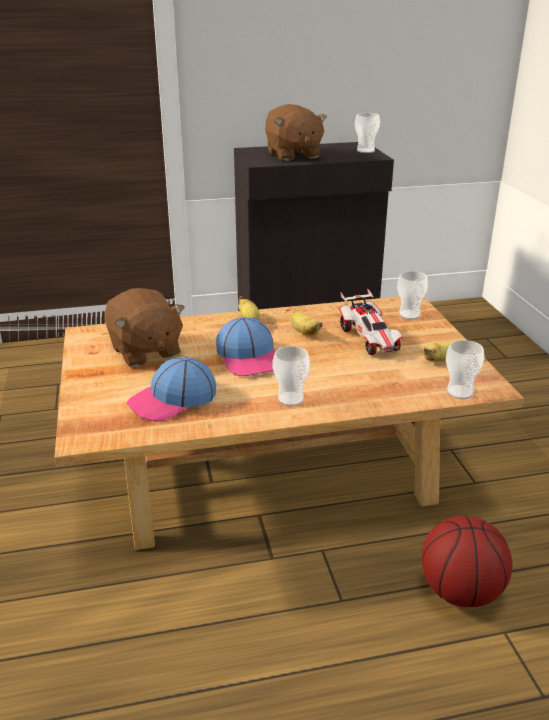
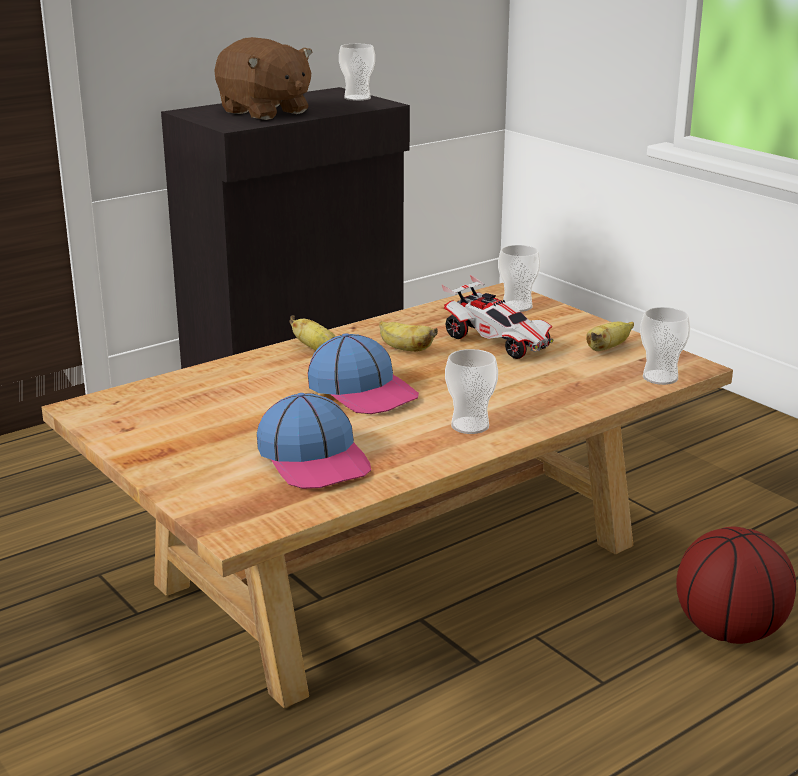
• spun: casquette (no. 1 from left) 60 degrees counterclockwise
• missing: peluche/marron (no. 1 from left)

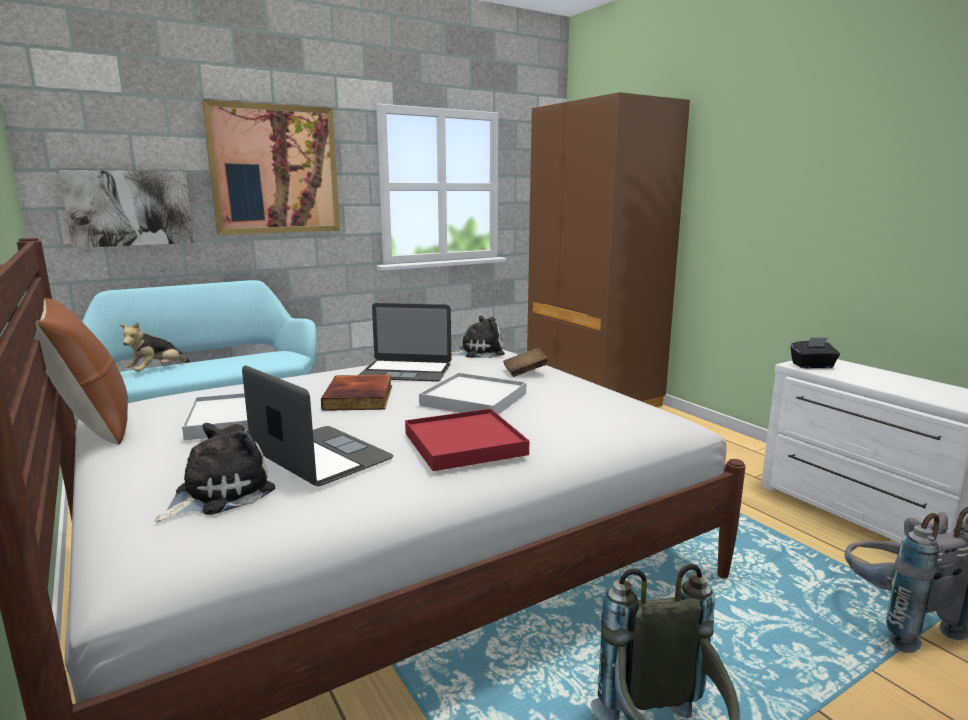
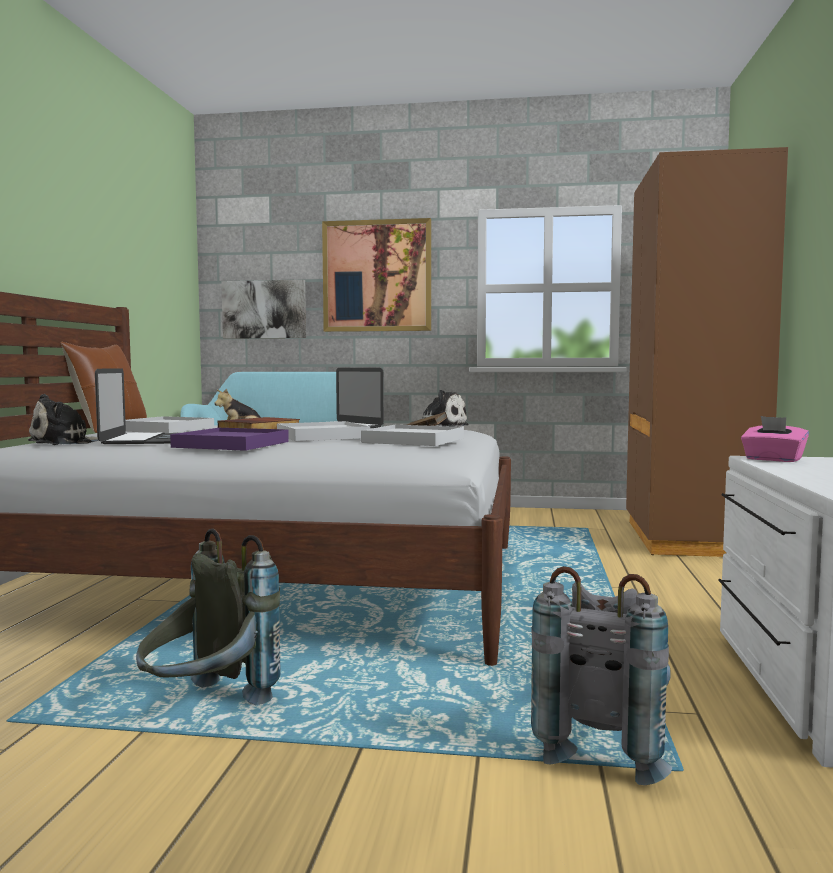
• spun: peluche (no. 2 from left in the first image) 150 degrees clockwise
• colour: plateau/rouge to plateau/violet
• appeared: plateau/blanc (no. 3 from left)
• colour: boîte à mouchoirs/noir to boîte à mouchoirs/rose

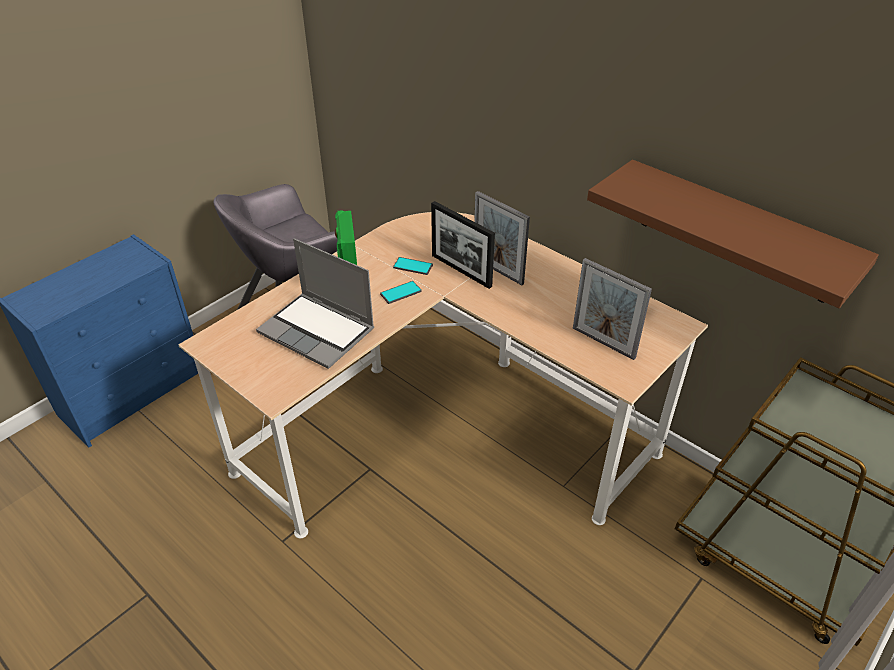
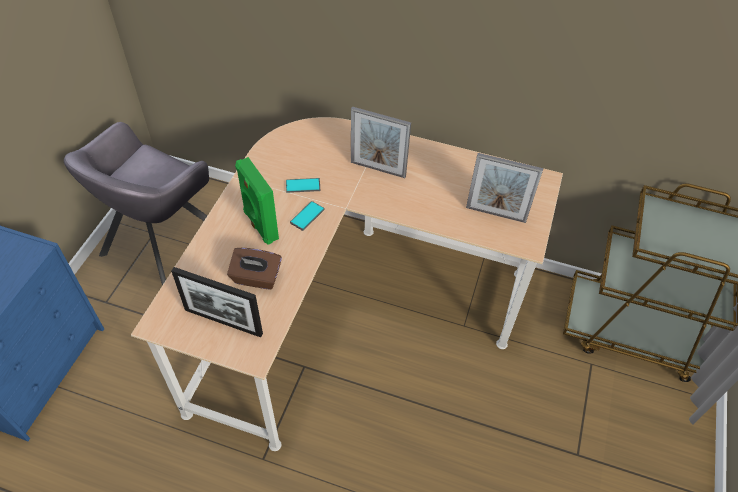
• relocated: cadre photo (no. 1 from left)
• exchanged: ordinateur portable to boîte à mouchoirs/marron
• missing: étagère/marron

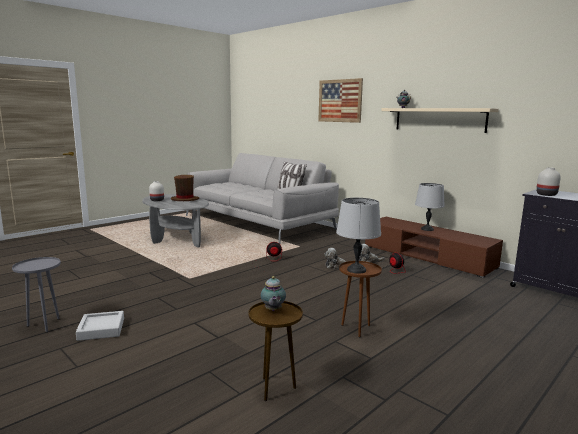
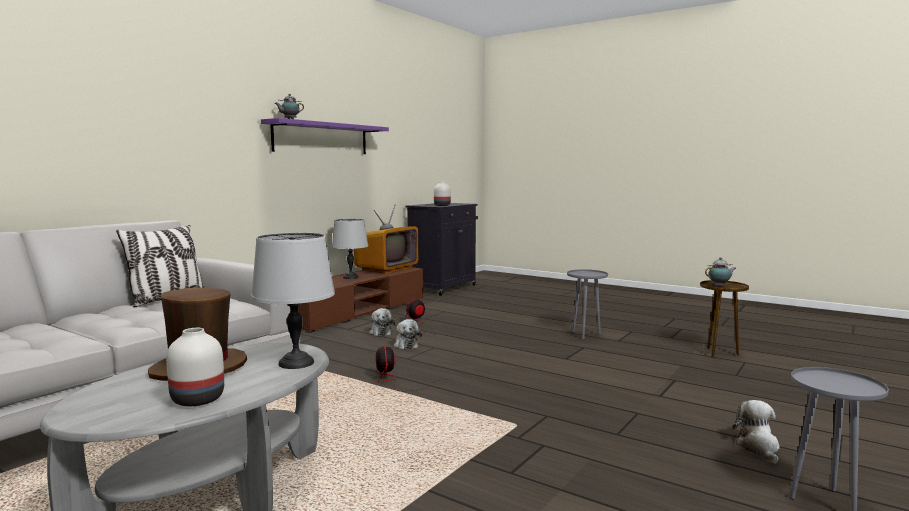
• relocated: lampe de table/gris (no. 1 from left)
• colour: étagère/beige to étagère/violet
• appeared: téléviseur
• colour: table d'appoint/marron (no. 2 from left) to table d'appoint/gris (no. 1 from left)
• exchanged: plateau/gris to peluche (no. 3 from left)
• missing: tableau

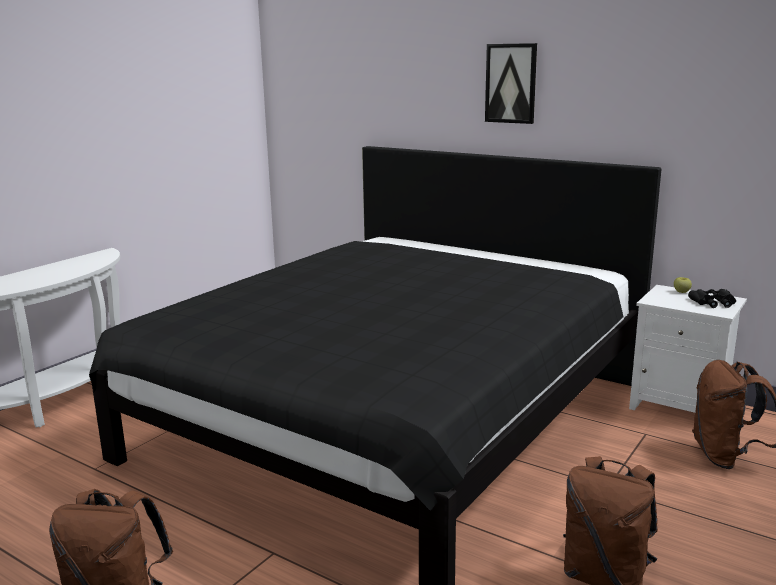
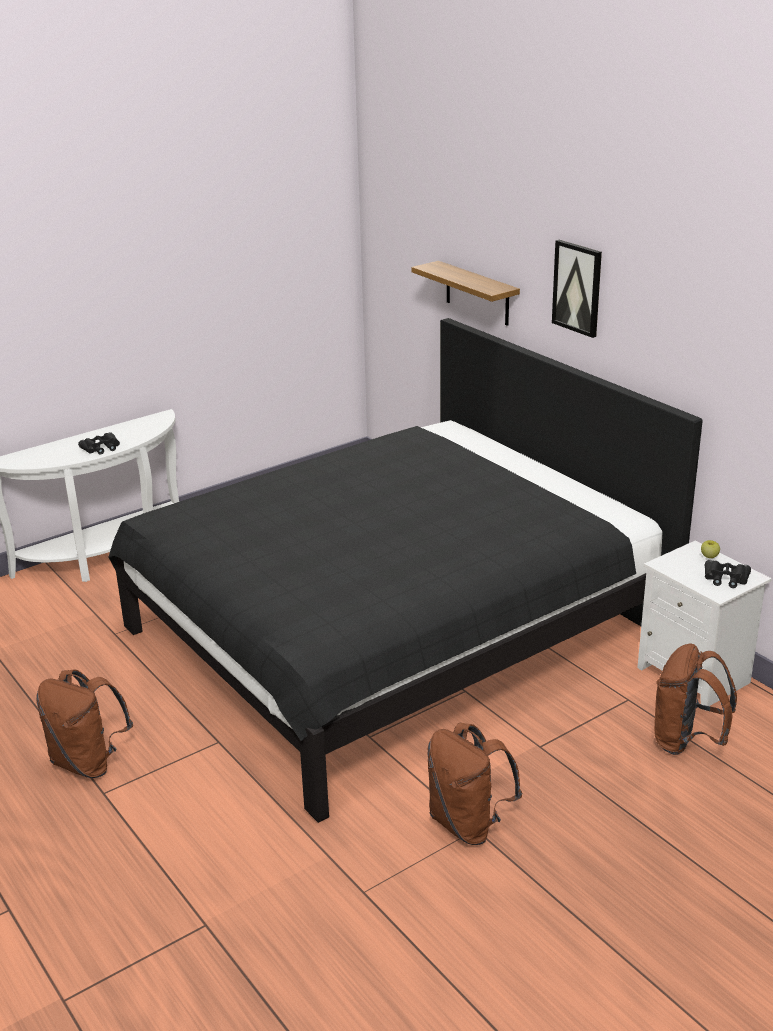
• appeared: jumelles/noir (no. 1 from left)
• appeared: étagère

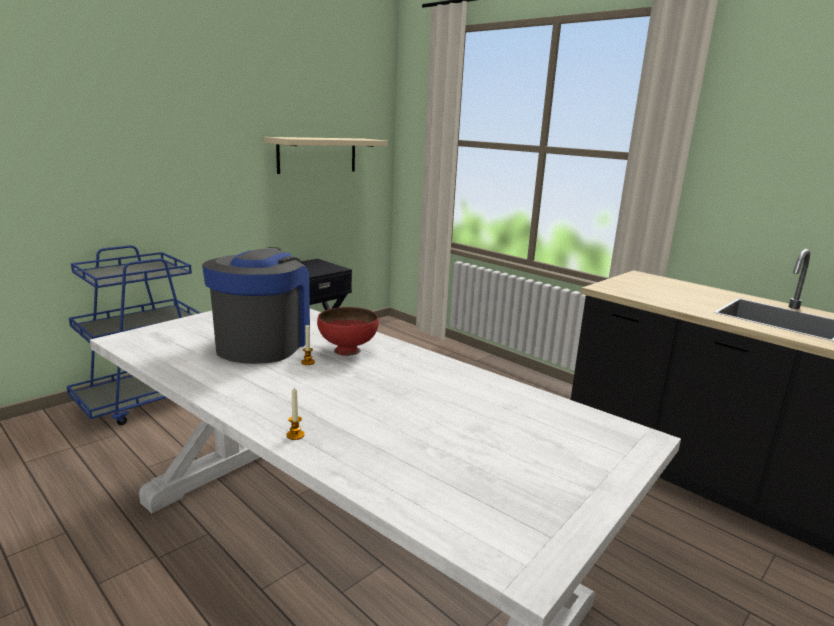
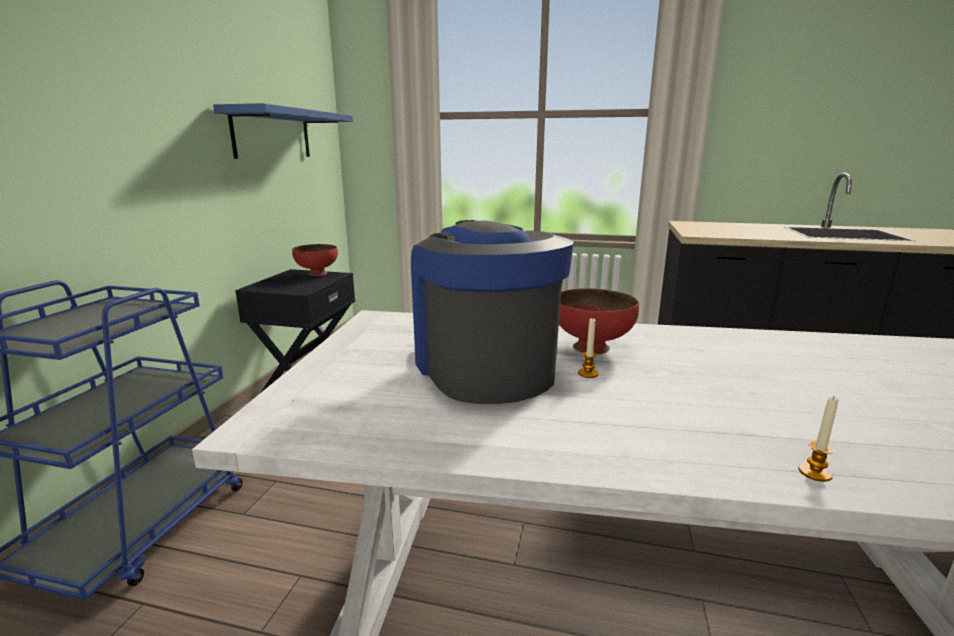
• colour: étagère/beige to étagère/bleu
• appeared: bol/rouge (no. 1 from left)

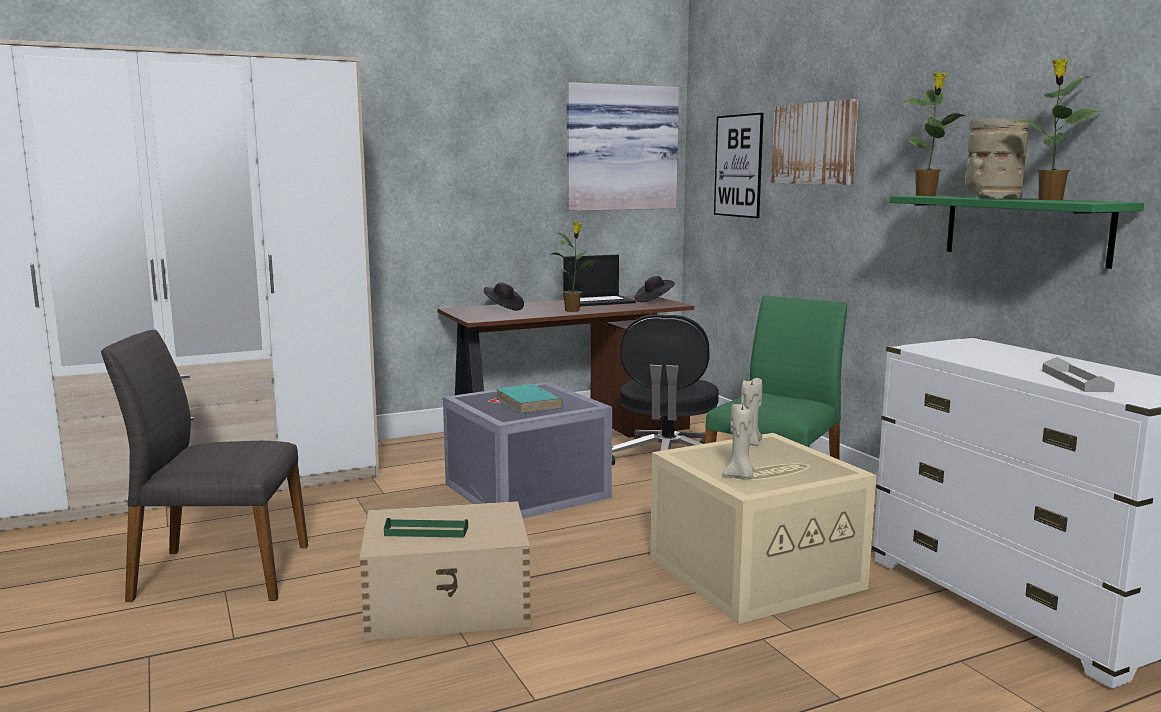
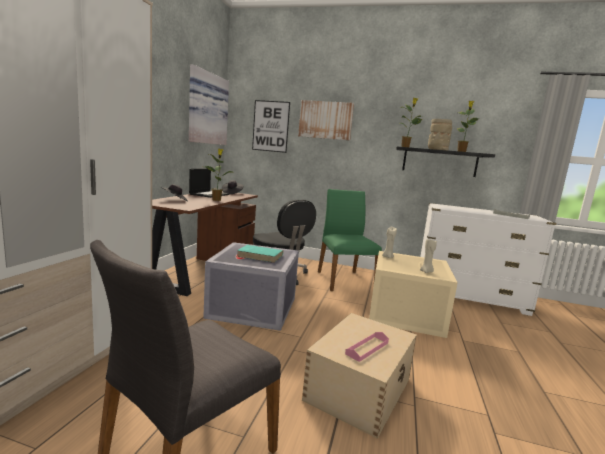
• colour: plateau/vert to plateau/rose
• colour: étagère/vert to étagère/noir

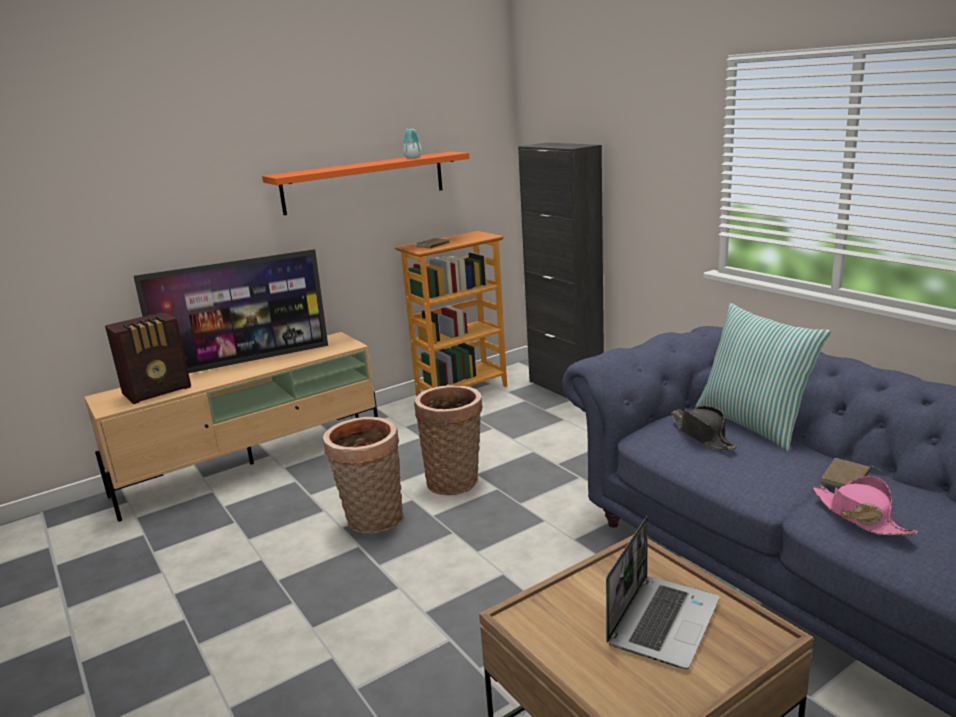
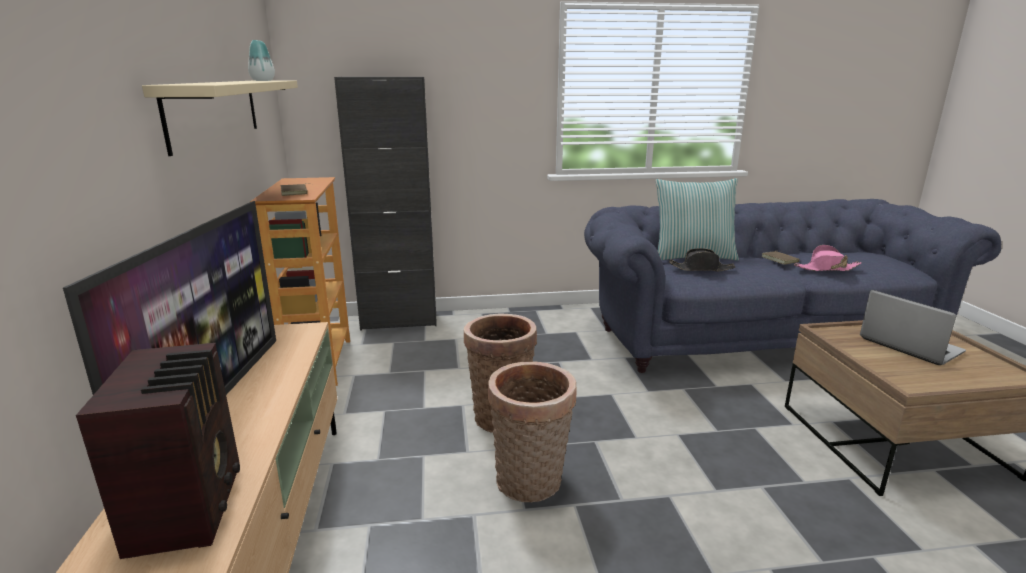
• colour: étagère/orange to étagère/beige

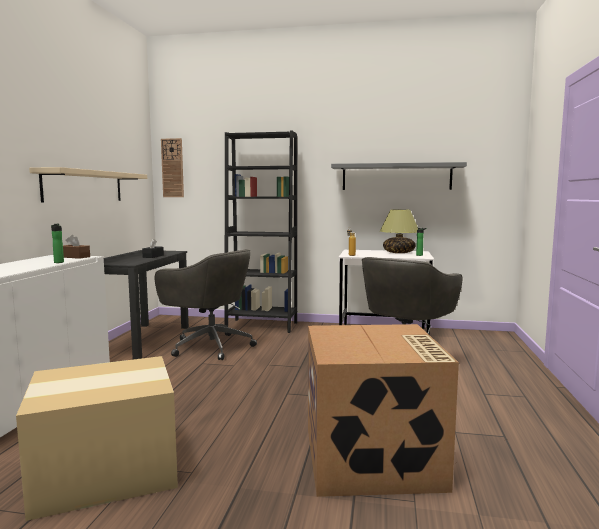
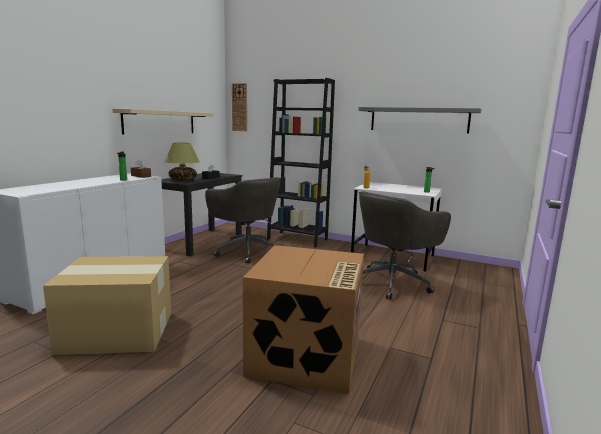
• relocated: lampe de table

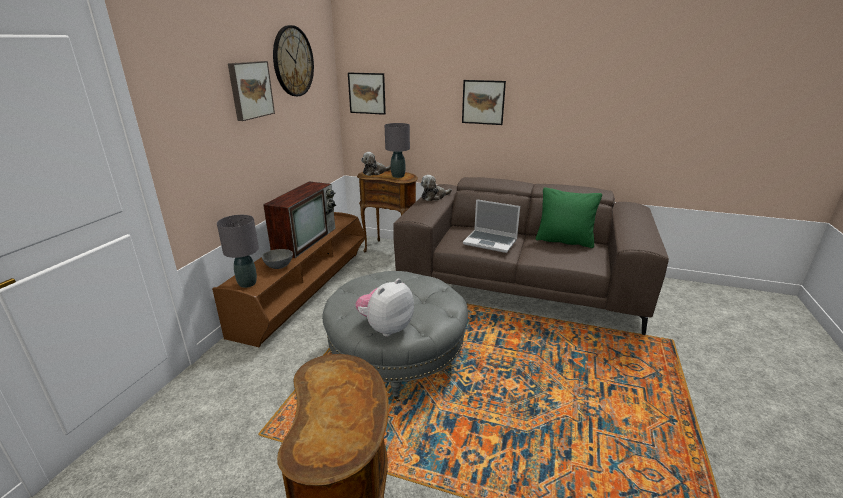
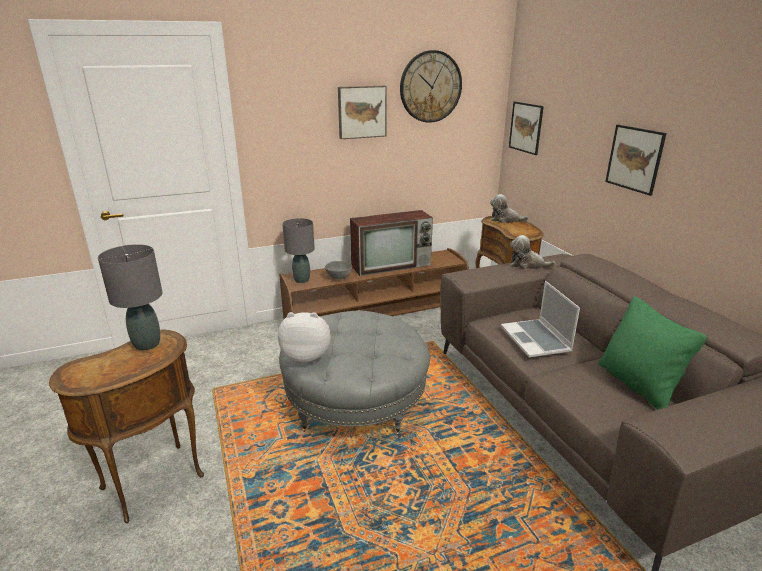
• relocated: lampe de table/gris (no. 2 from left in the first image) to lampe de table/gris (no. 1 from left)

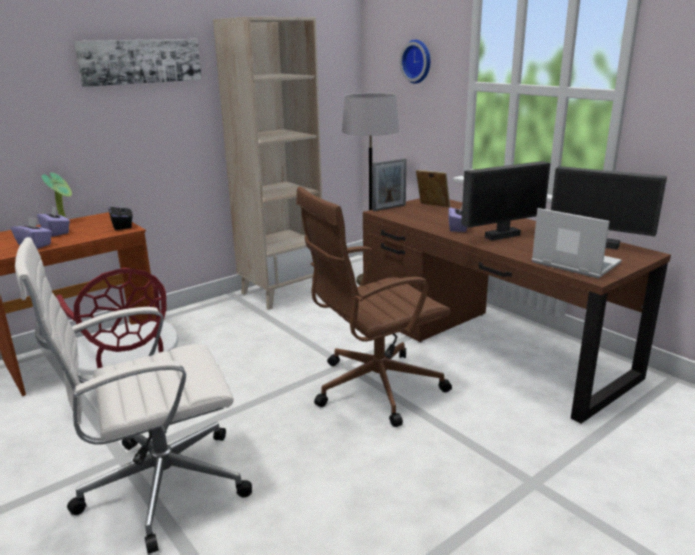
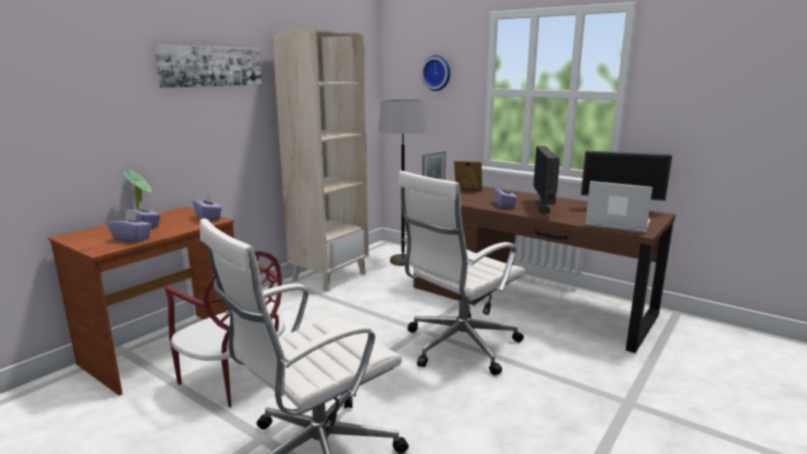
• colour: boîte à mouchoirs/noir to boîte à mouchoirs/violet (no. 3 from left)
• colour: chaise de bureau/marron to chaise de bureau/blanc (no. 2 from left)
• spun: écran d'ordinateur (no. 1 from left) 135 degrees clockwise

